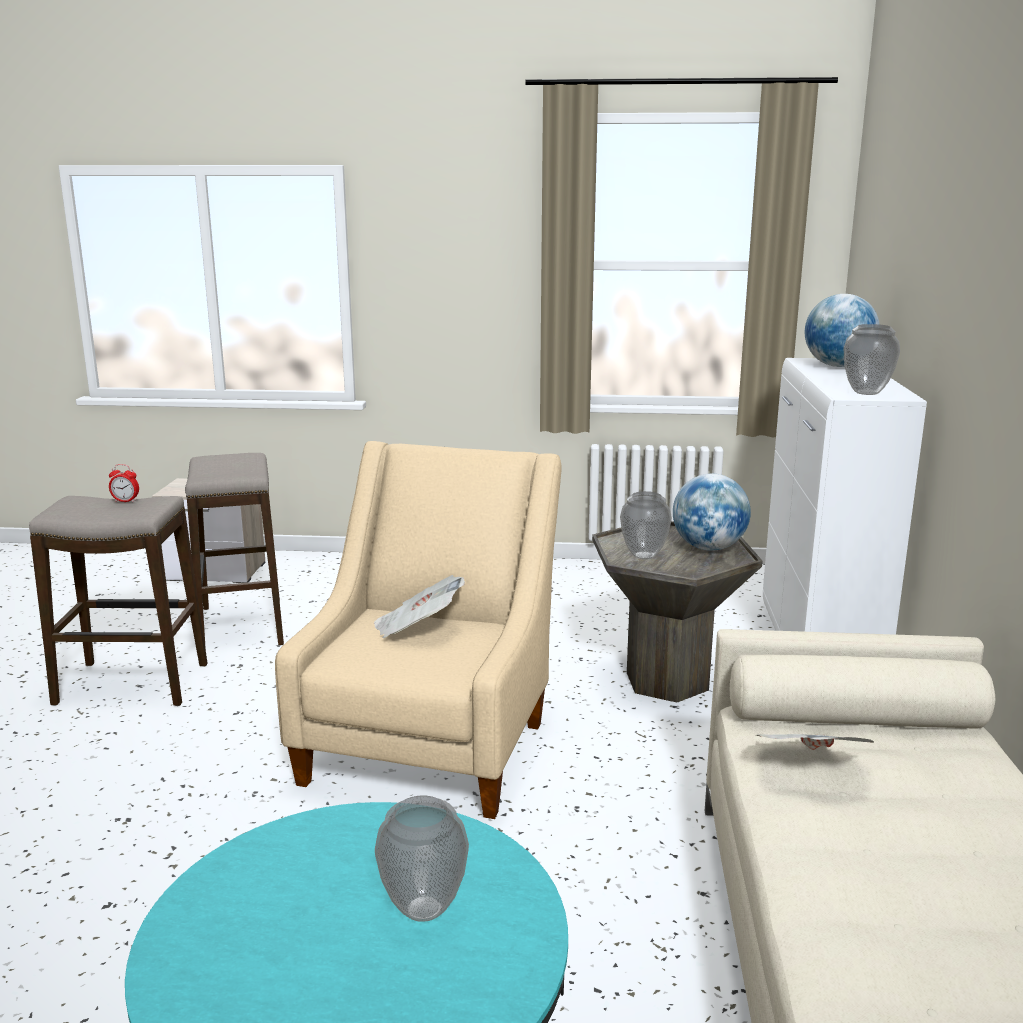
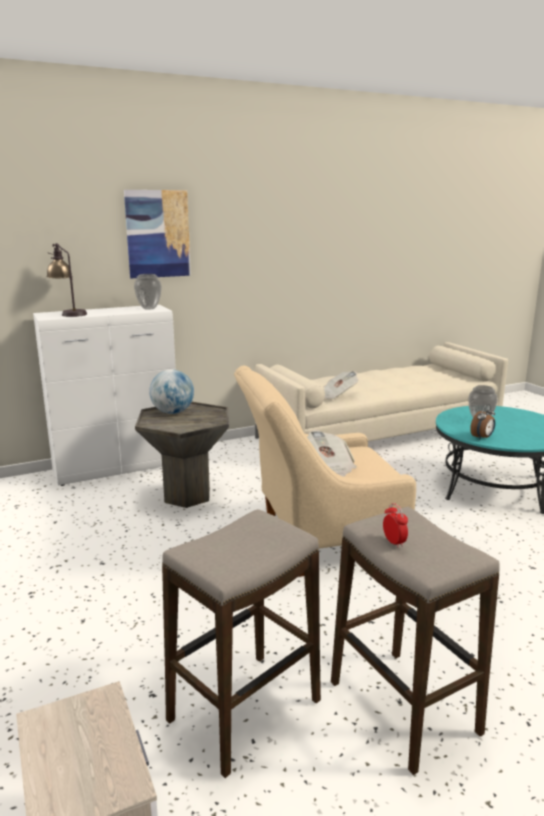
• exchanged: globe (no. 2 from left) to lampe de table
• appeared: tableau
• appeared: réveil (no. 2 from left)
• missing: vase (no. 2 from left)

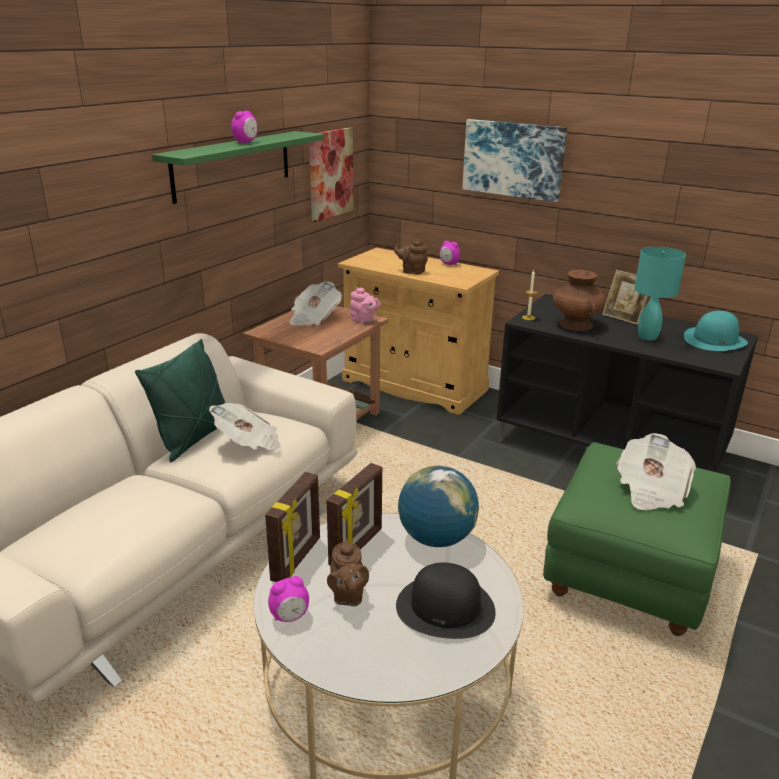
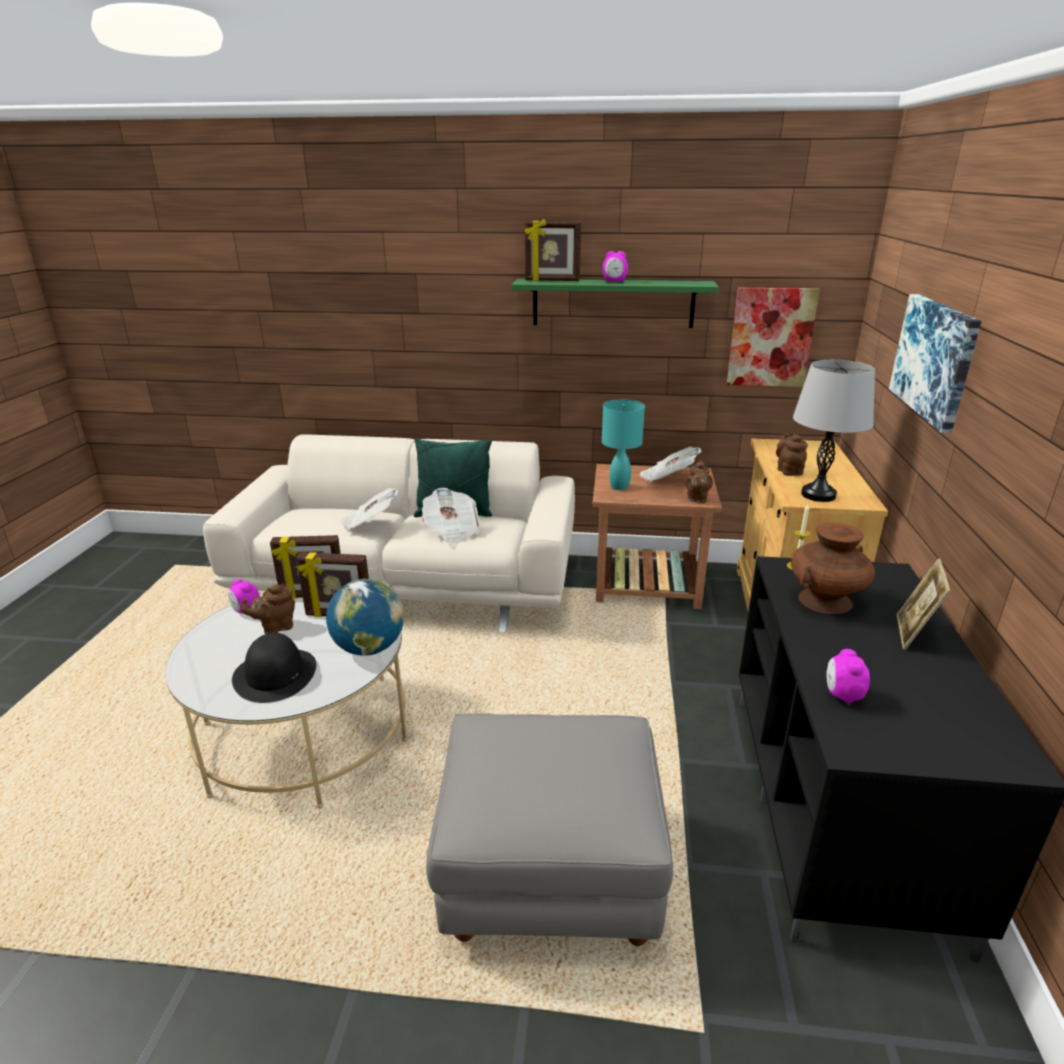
• relocated: journal (no. 3 from left in the first image) to journal (no. 1 from left)
• colour: pouf/vert to pouf/gris
• appeared: cadre photo (no. 3 from left)
• relocated: lampe de table/turquoise
• colour: théière/rose to théière/marron (no. 2 from left)
• appeared: lampe de table/gris
• relocated: réveil (no. 3 from left)
• missing: chapeau/turquoise

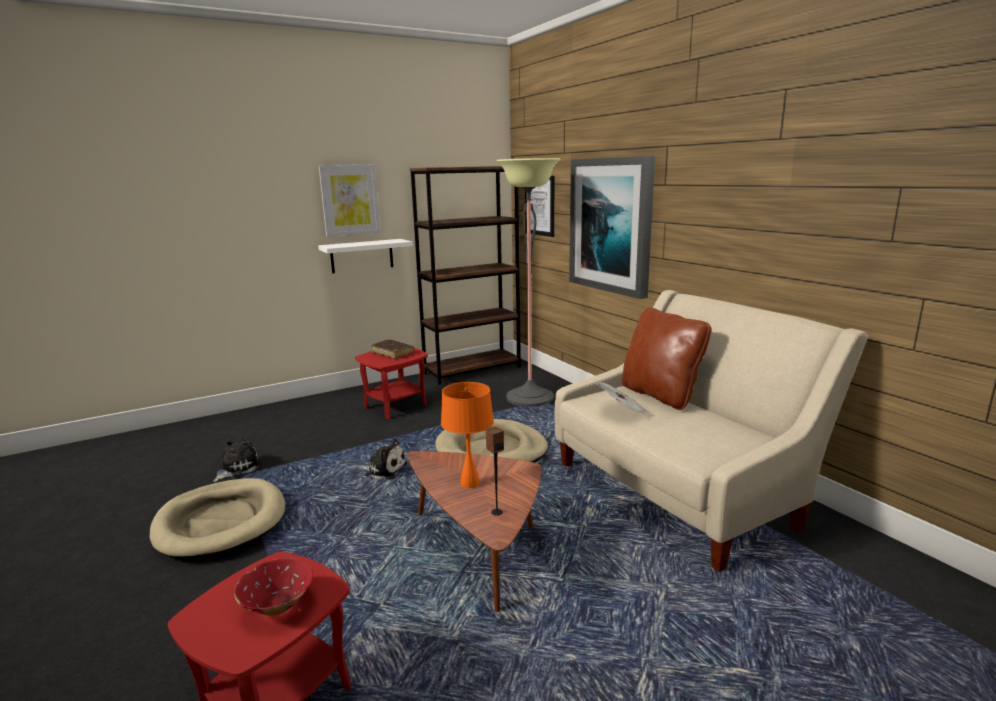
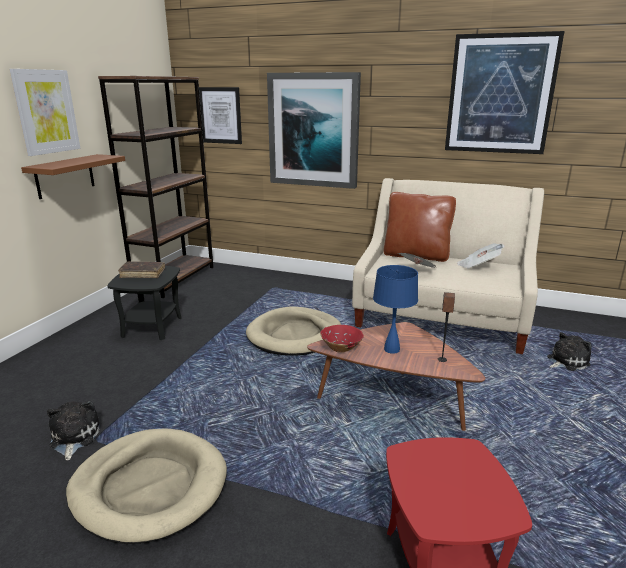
• colour: étagère/blanc to étagère/marron
• colour: table d'appoint/rouge (no. 2 from left) to table d'appoint/noir
• relocated: bol/rouge
• colour: lampe de table/orange to lampe de table/bleu
• appeared: tableau (no. 4 from left)
• appeared: journal (no. 2 from left)
• relocated: peluche (no. 2 from left)
• missing: lampadaire

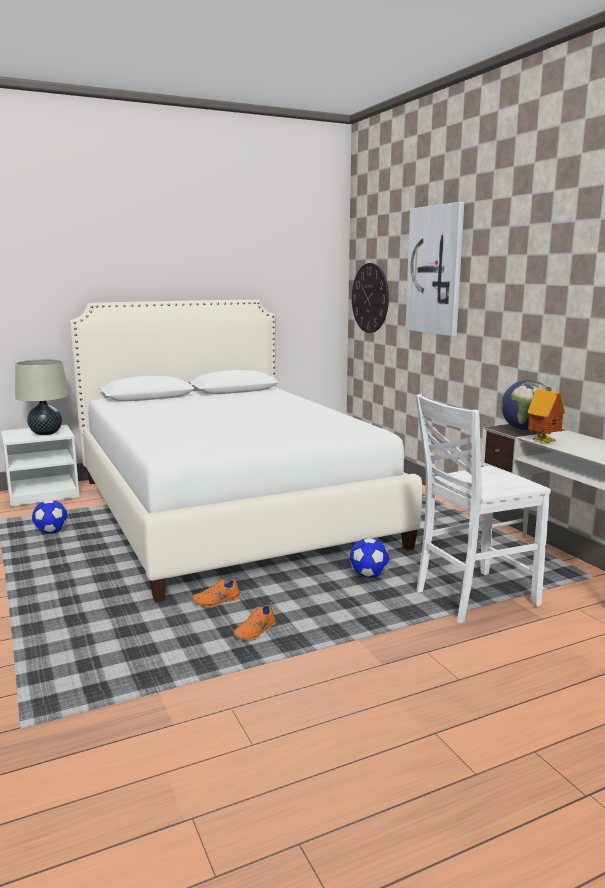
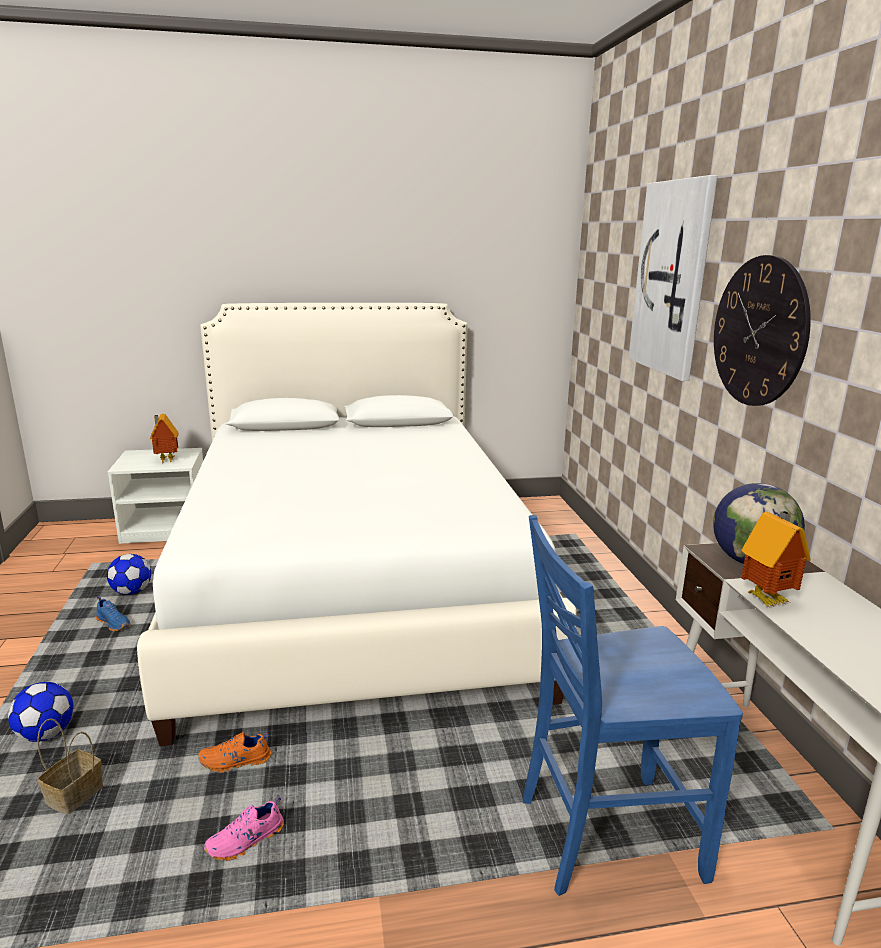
• relocated: ballon de foot (no. 2 from left in the first image) to ballon de foot (no. 1 from left)
• appeared: panier
• appeared: chaussure/bleu
• exchanged: lampe de table/beige to maison miniature (no. 1 from left)
• colour: chaussure/orange (no. 2 from left) to chaussure/rose
• colour: chaise/blanc to chaise/bleu
• relocated: horloge murale

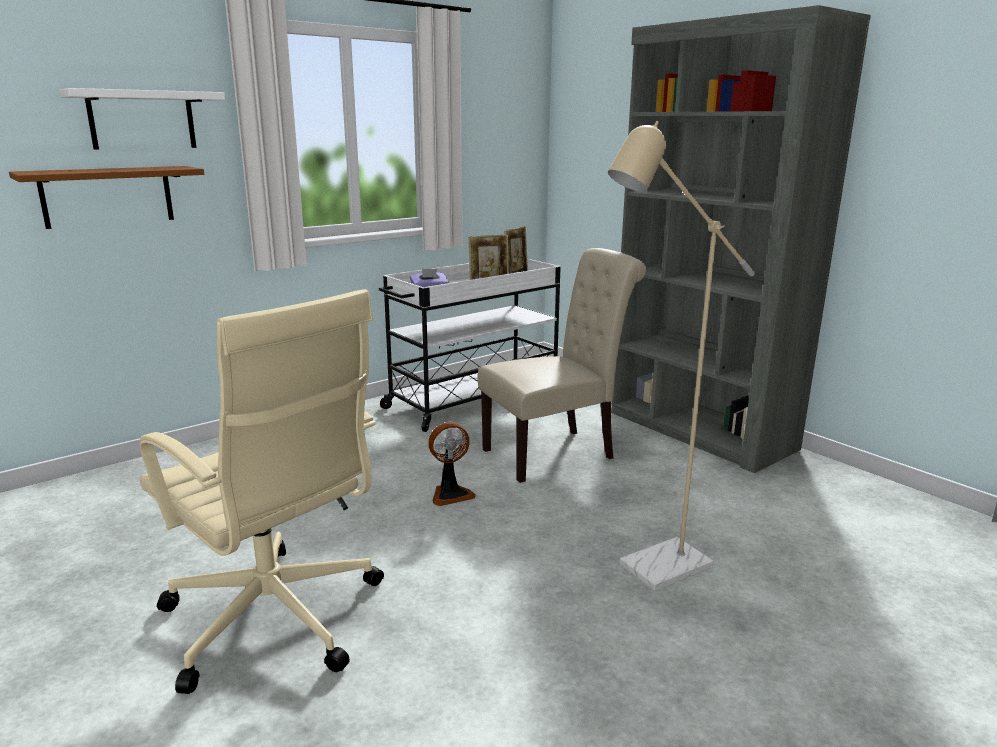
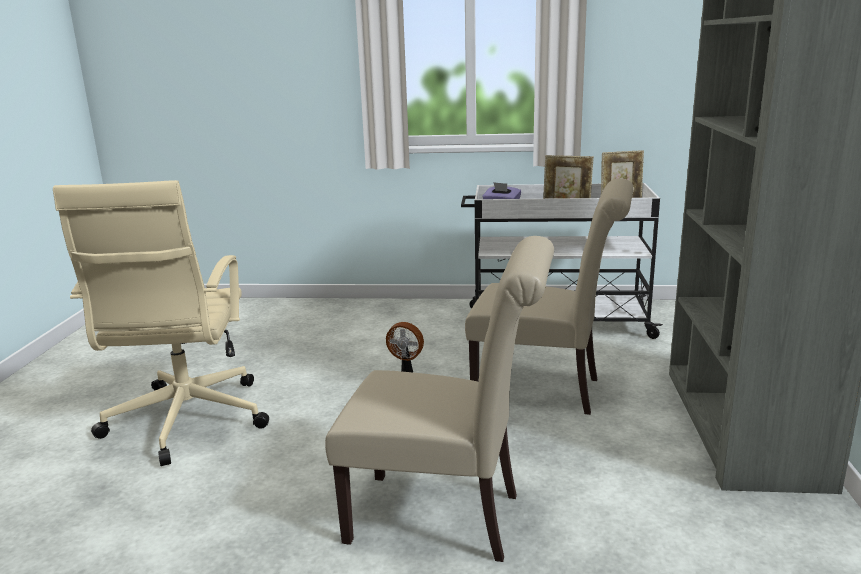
• exchanged: lampadaire/beige to chaise/beige (no. 1 from left)
• missing: étagère/marron
• missing: étagère/blanc

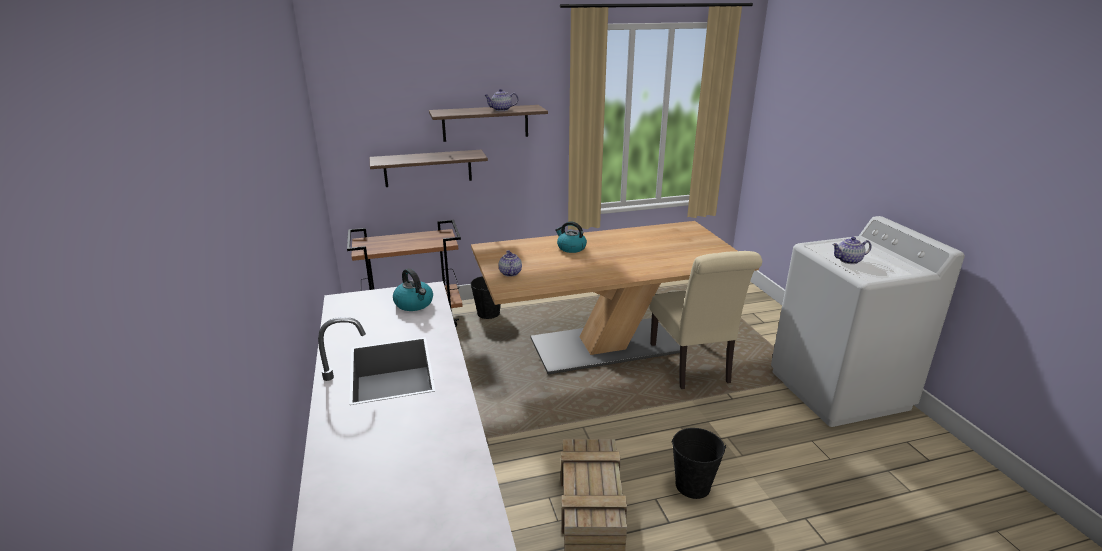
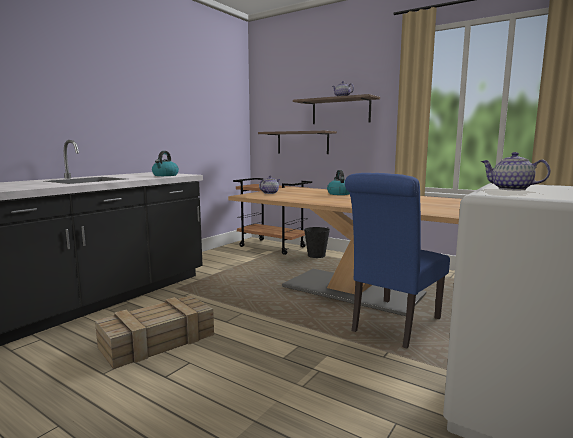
• colour: chaise/beige to chaise/bleu
• missing: seau/noir (no. 2 from left)

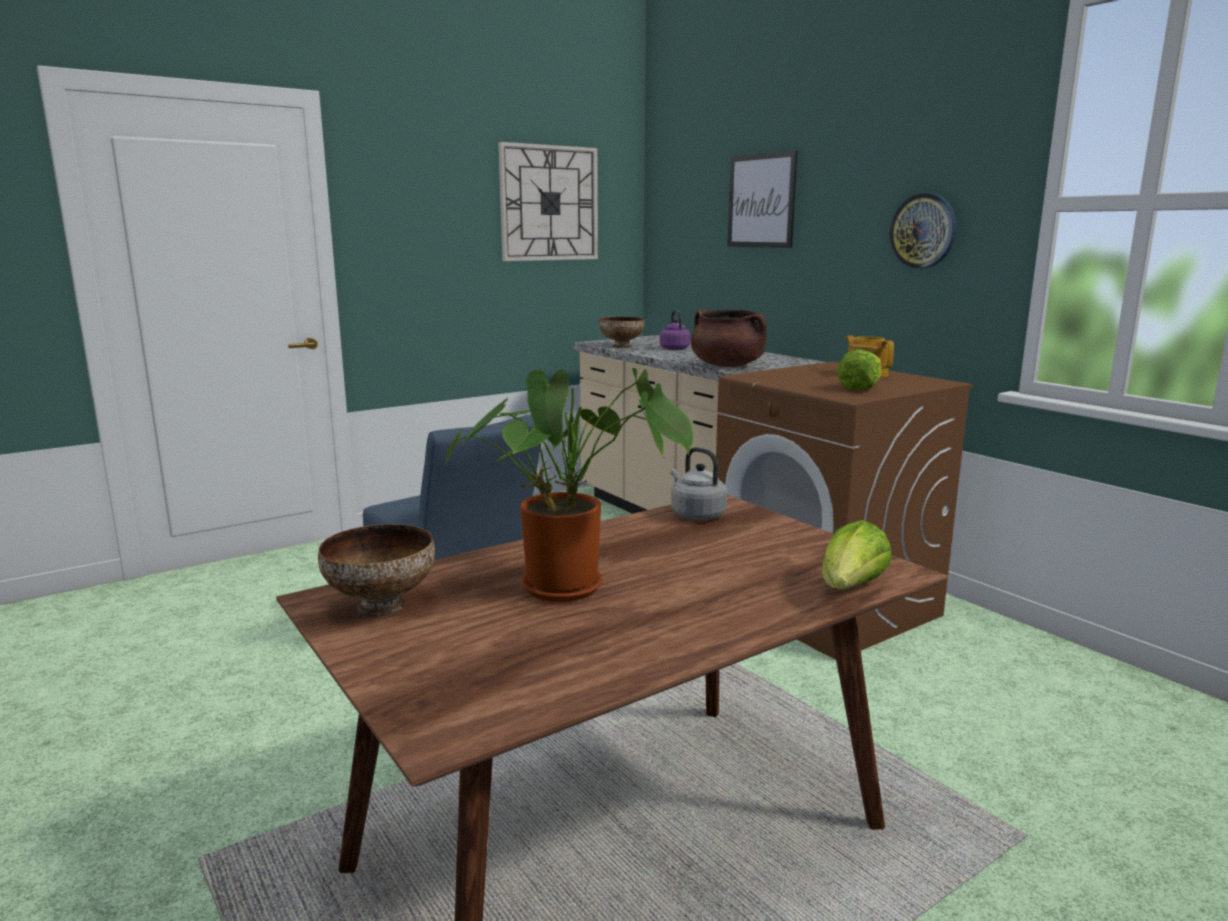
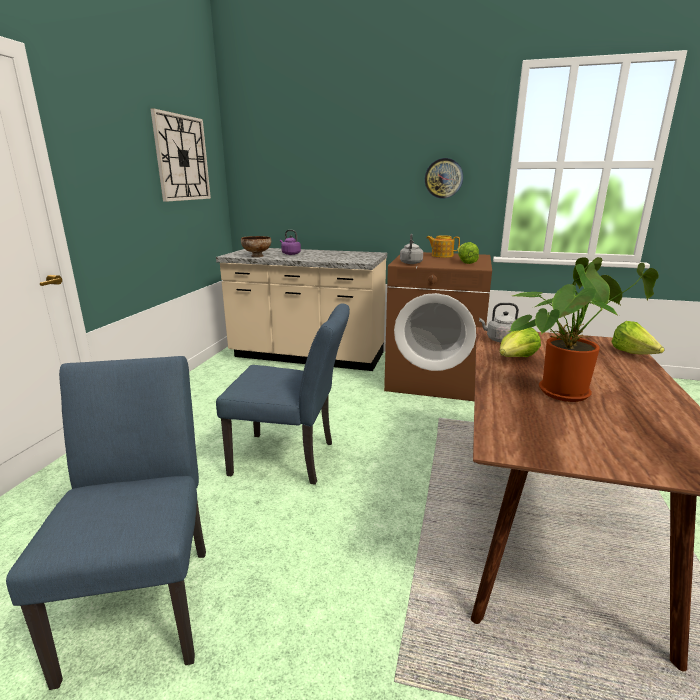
• appeared: chaise/bleu (no. 1 from left)
• appeared: bouilloire/gris (no. 1 from left)
• appeared: laitue (no. 2 from left)
• missing: bol (no. 1 from left)
• missing: marmite/marron
• missing: tableau

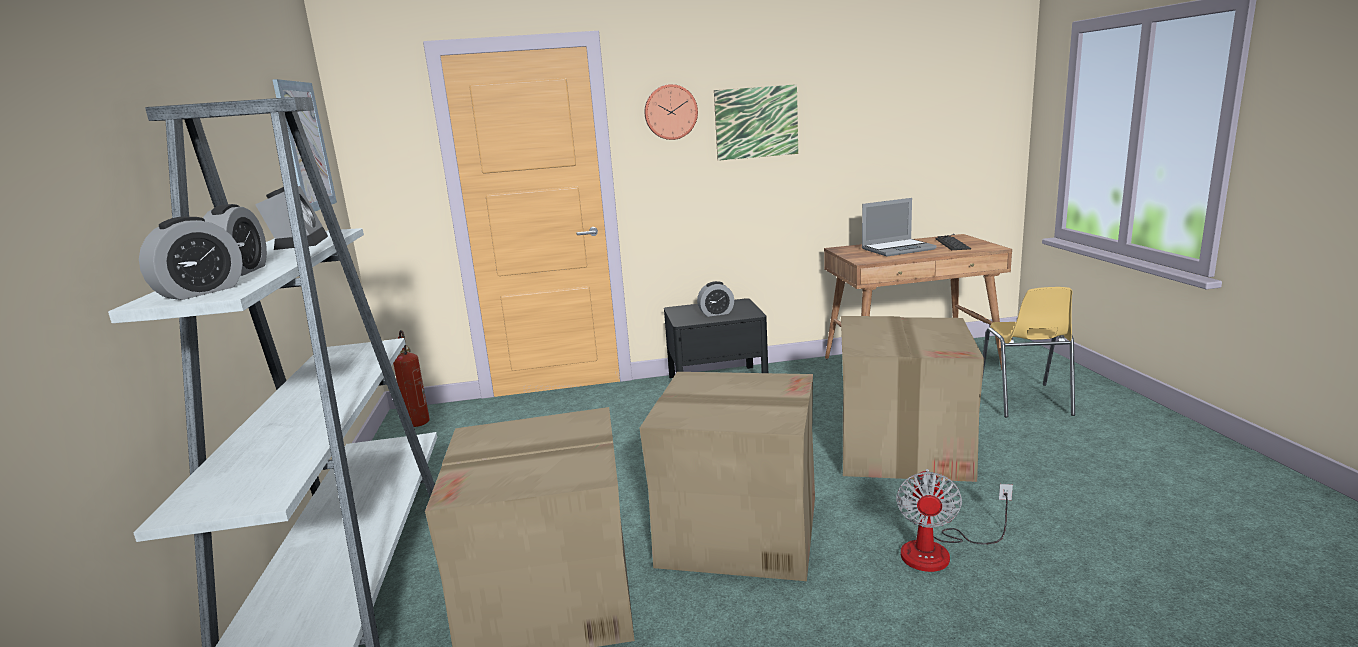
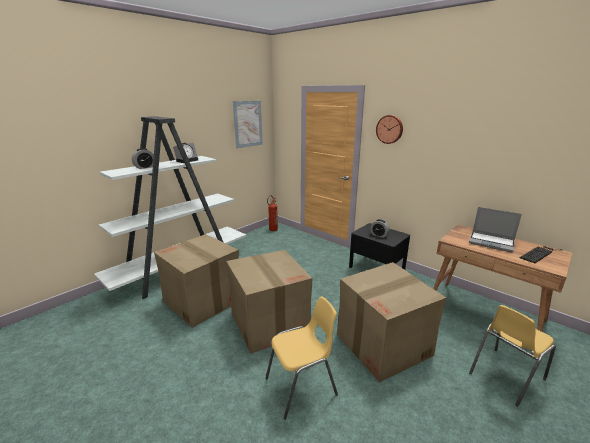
• exchanged: ventilateur to chaise/jaune (no. 1 from left)
• missing: réveil (no. 1 from left)
• missing: tableau (no. 2 from left)

